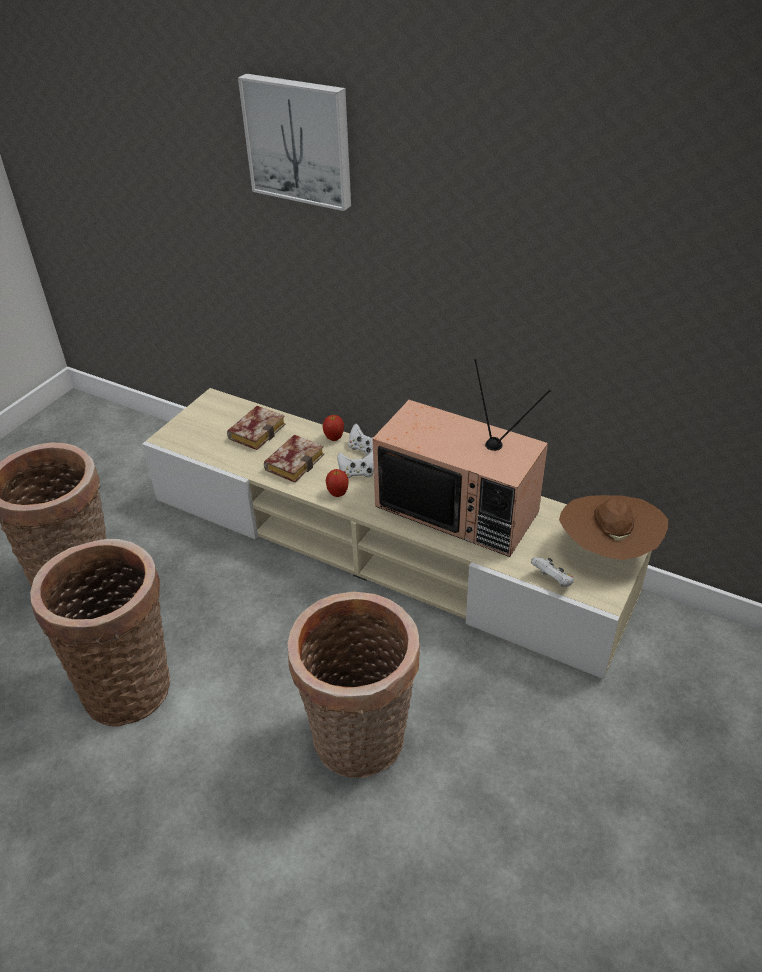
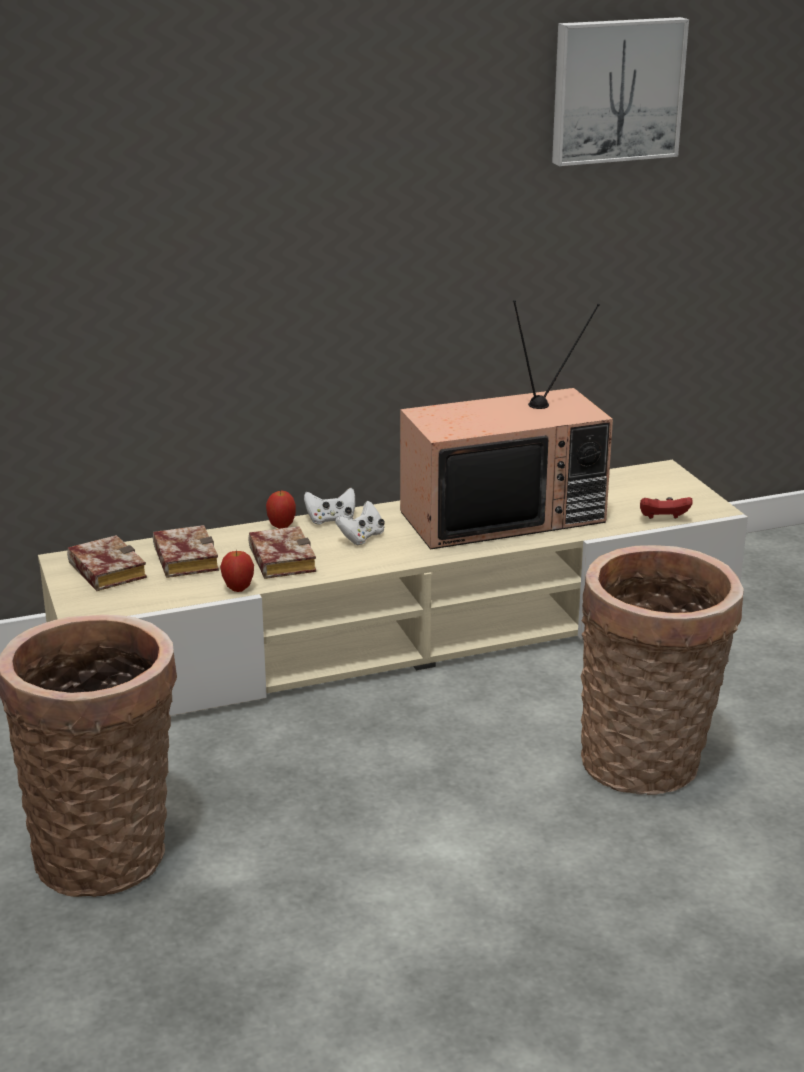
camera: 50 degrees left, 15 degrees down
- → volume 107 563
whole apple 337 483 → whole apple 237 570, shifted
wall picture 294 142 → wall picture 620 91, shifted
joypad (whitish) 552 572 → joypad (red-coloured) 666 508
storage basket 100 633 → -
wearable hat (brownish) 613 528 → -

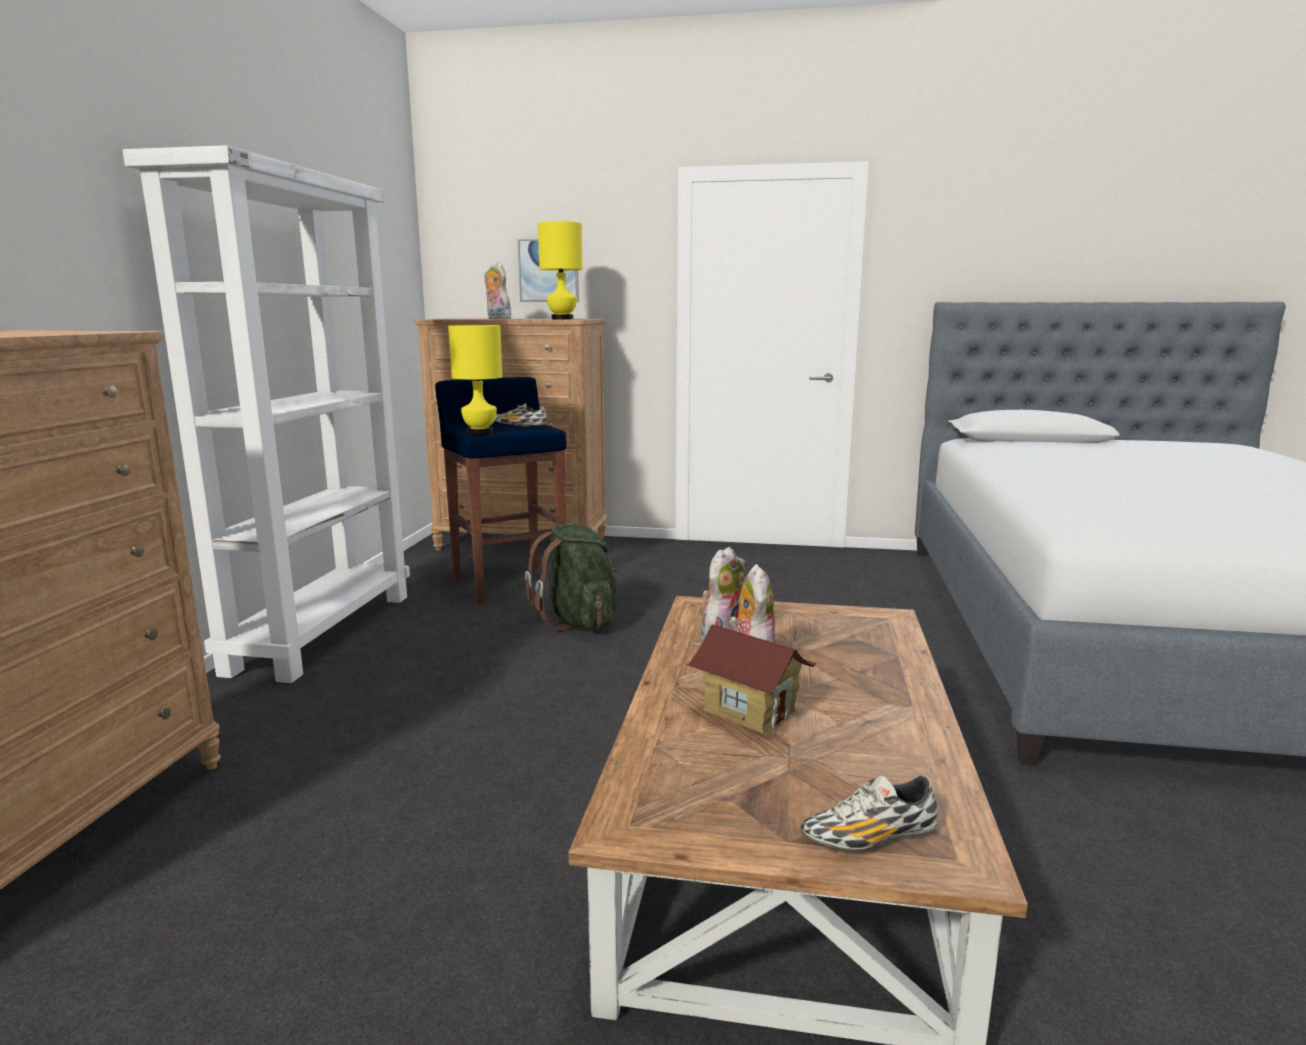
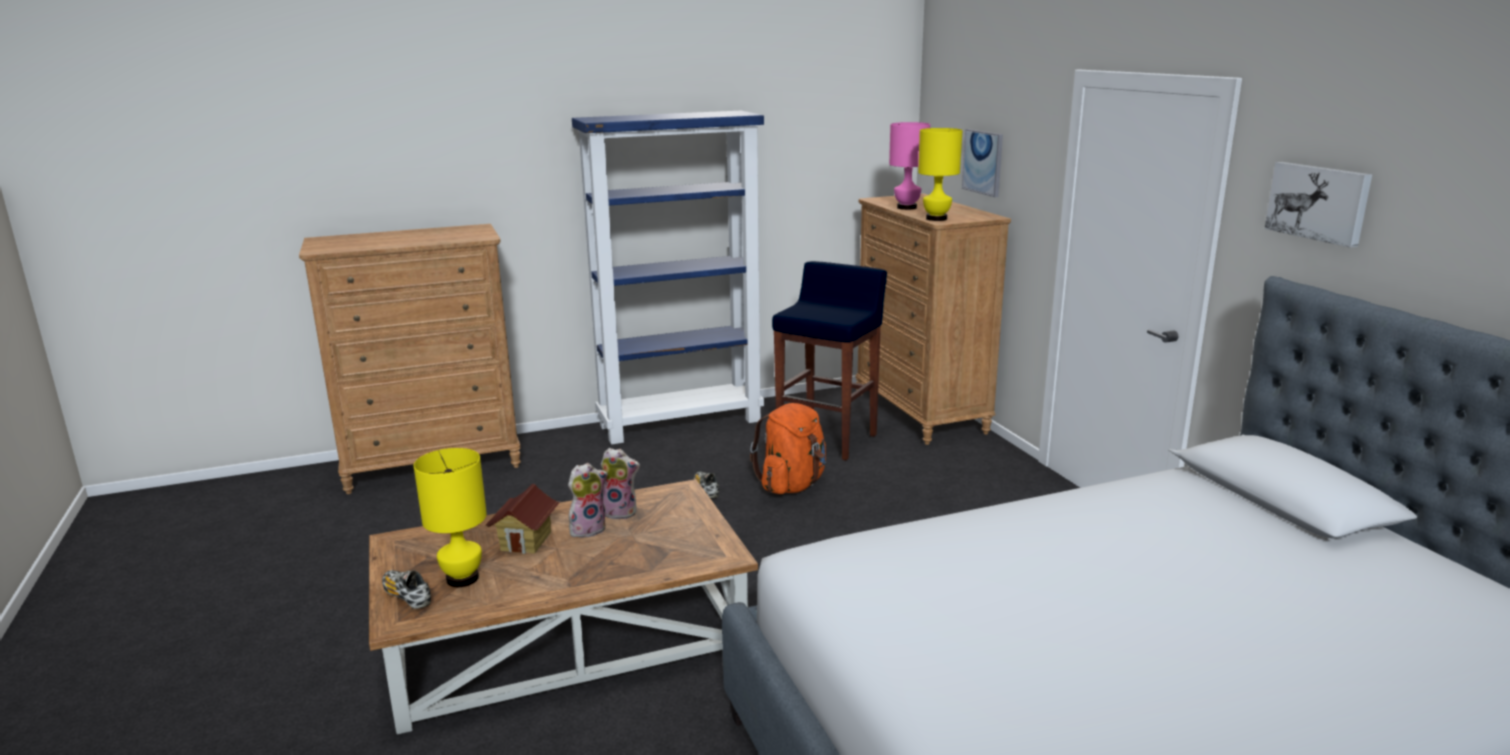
camera: 60 degrees right, 5 degrees up
tabletop lamp (yellow) 475 380 → tabletop lamp (yellow) 450 517, shifted
shelving unit (whitish) 266 414 → shelving unit (blue) 668 277
shoe 521 415 → shoe 706 484, shifted
backpack (green) 572 577 → backpack (orange) 788 448
cuddly toy 498 290 → tabletop lamp (pink-coloured) 909 166
- → wall picture 1318 205

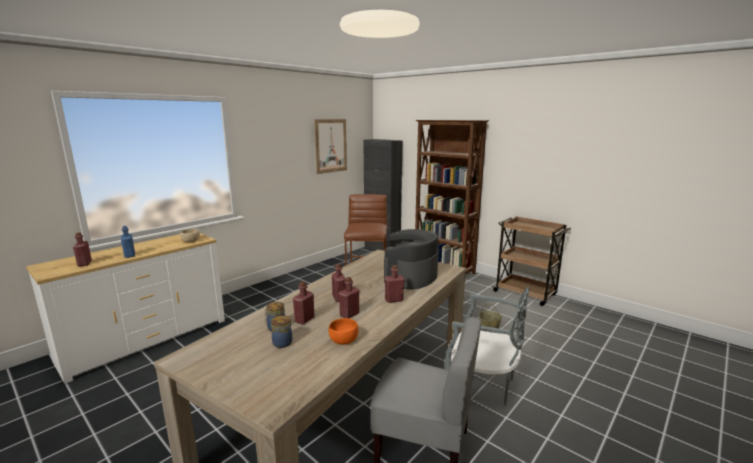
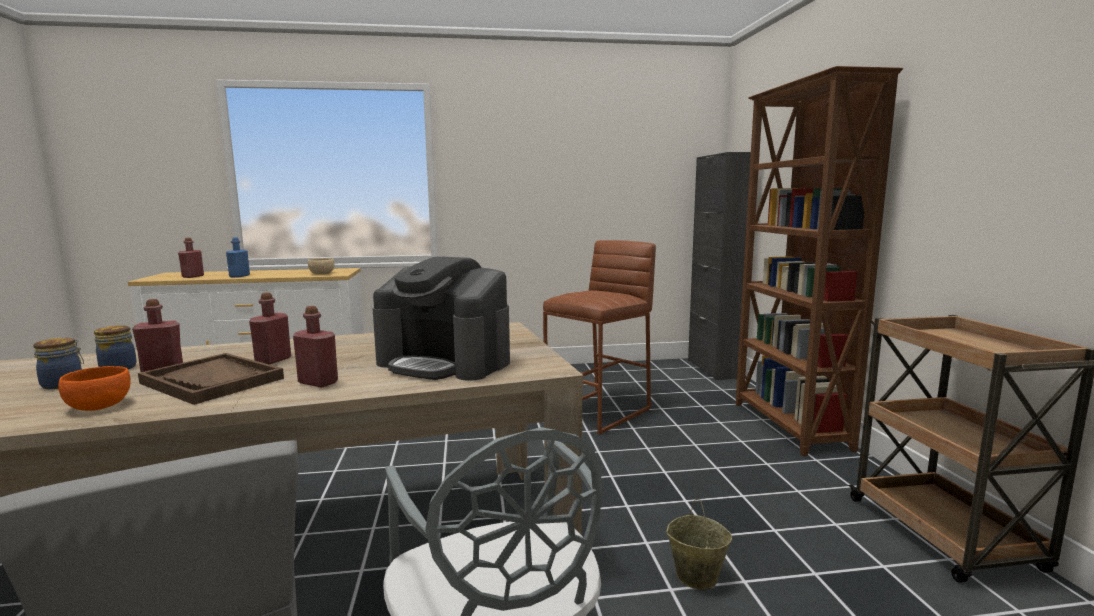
camera: 40 degrees right, 5 degrees down
beverage bottle (red-coloured) 349 297 → serving tray (brownish) 211 379
coffee brewer 411 259 → coffee brewer 441 319, 135 degrees counterclockwise
wall picture 330 146 → -

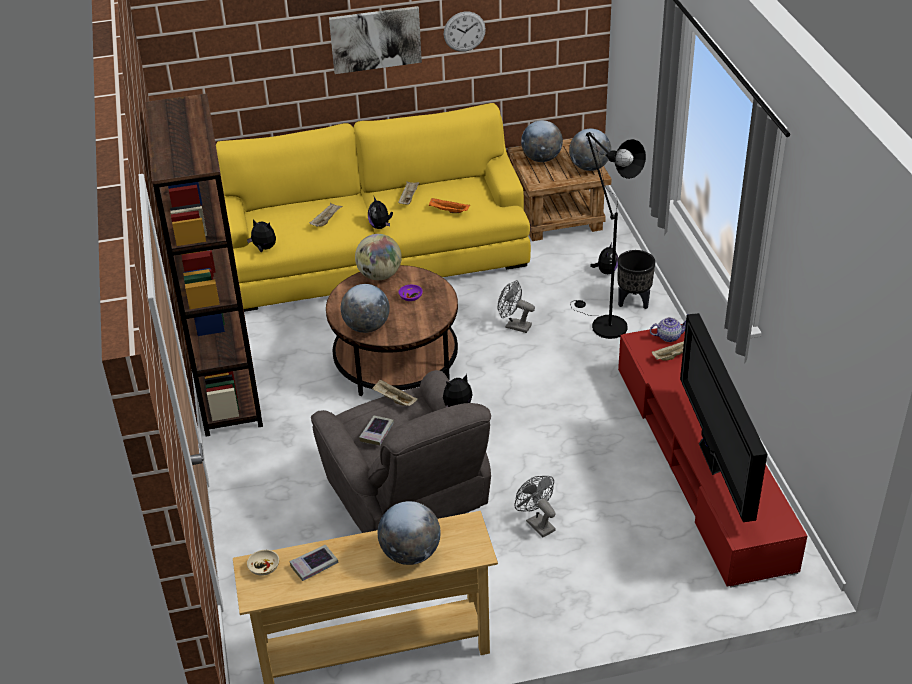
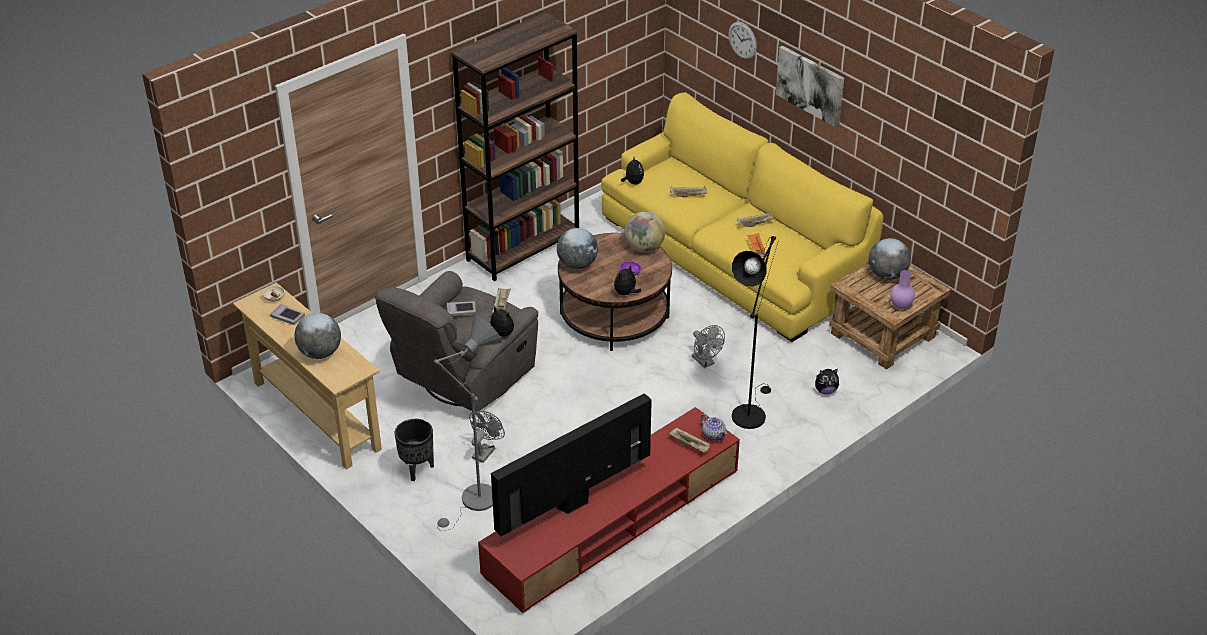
camera: 60 degrees right, 0 degrees up
planter (blackish) 636 279 → planter (blackish) 414 450, shifted
- → standard lamp (greyish) 468 423
cuddly toy 380 213 → cuddly toy 627 280, shifted
electric fan (greyish) 516 306 → electric fan (greyish) 708 346, 150 degrees clockwise
clock on the wall 465 32 → clock on the wall 742 40, shifted
desk globe 590 150 → decorative vase (purple-coloured) 902 290

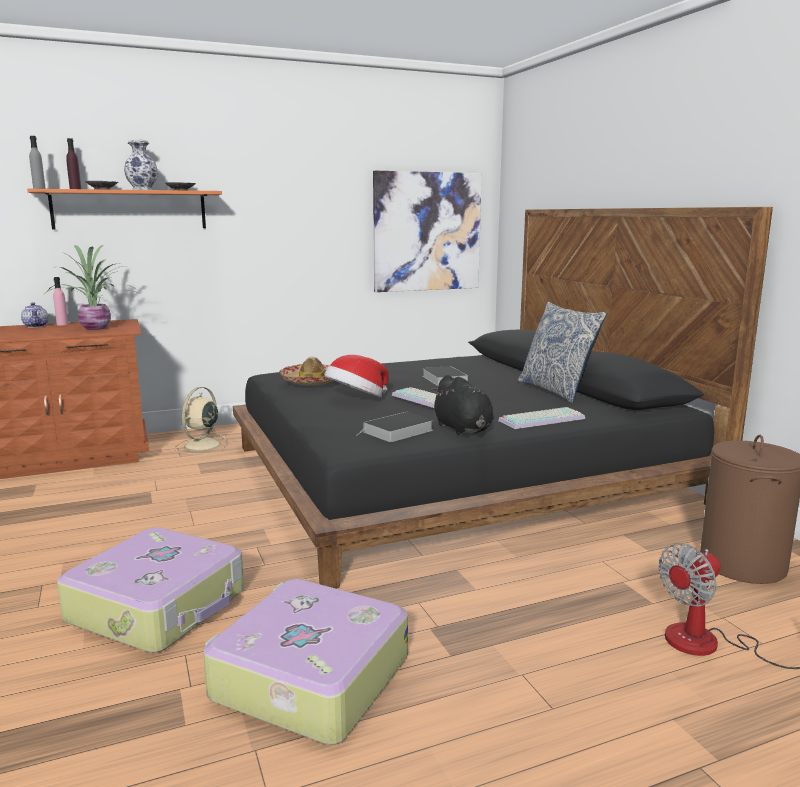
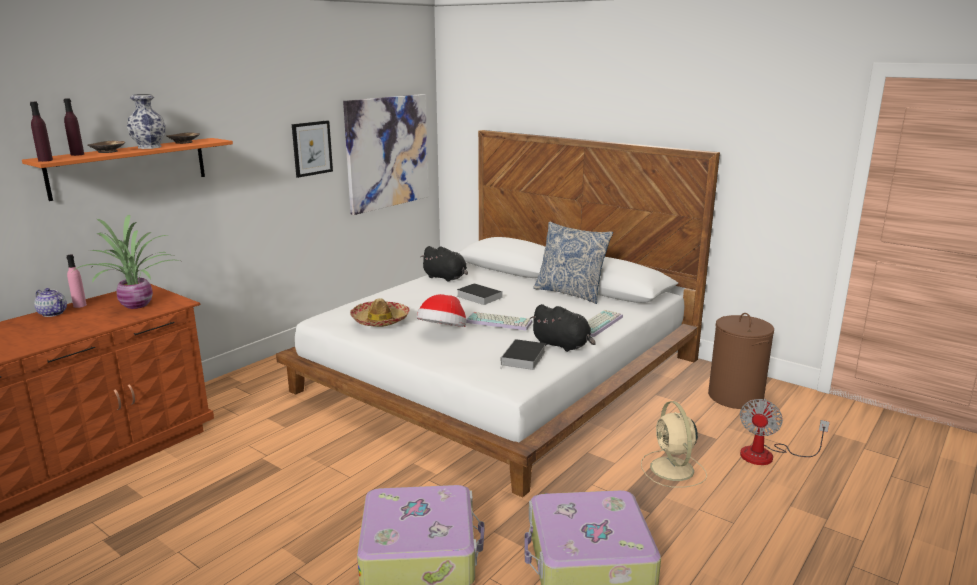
camera: 30 degrees left, 5 degrees up
beverage bottle (greyish) 37 162 → beverage bottle (purple-coloured) 41 132
sleeping bed (blackish) 503 398 → sleeping bed (whitish) 498 313
- → wall picture 312 149
- → cuddly toy (blackish) 444 264
electric fan (beige) 201 420 → electric fan (beige) 674 444, shifted

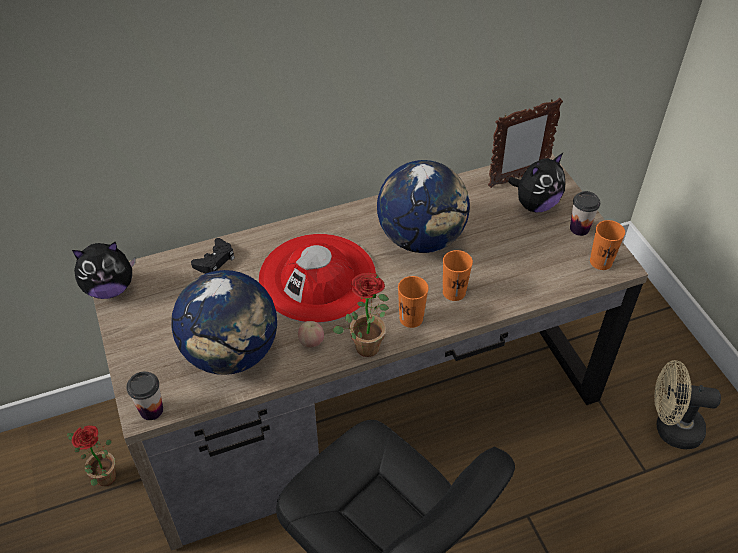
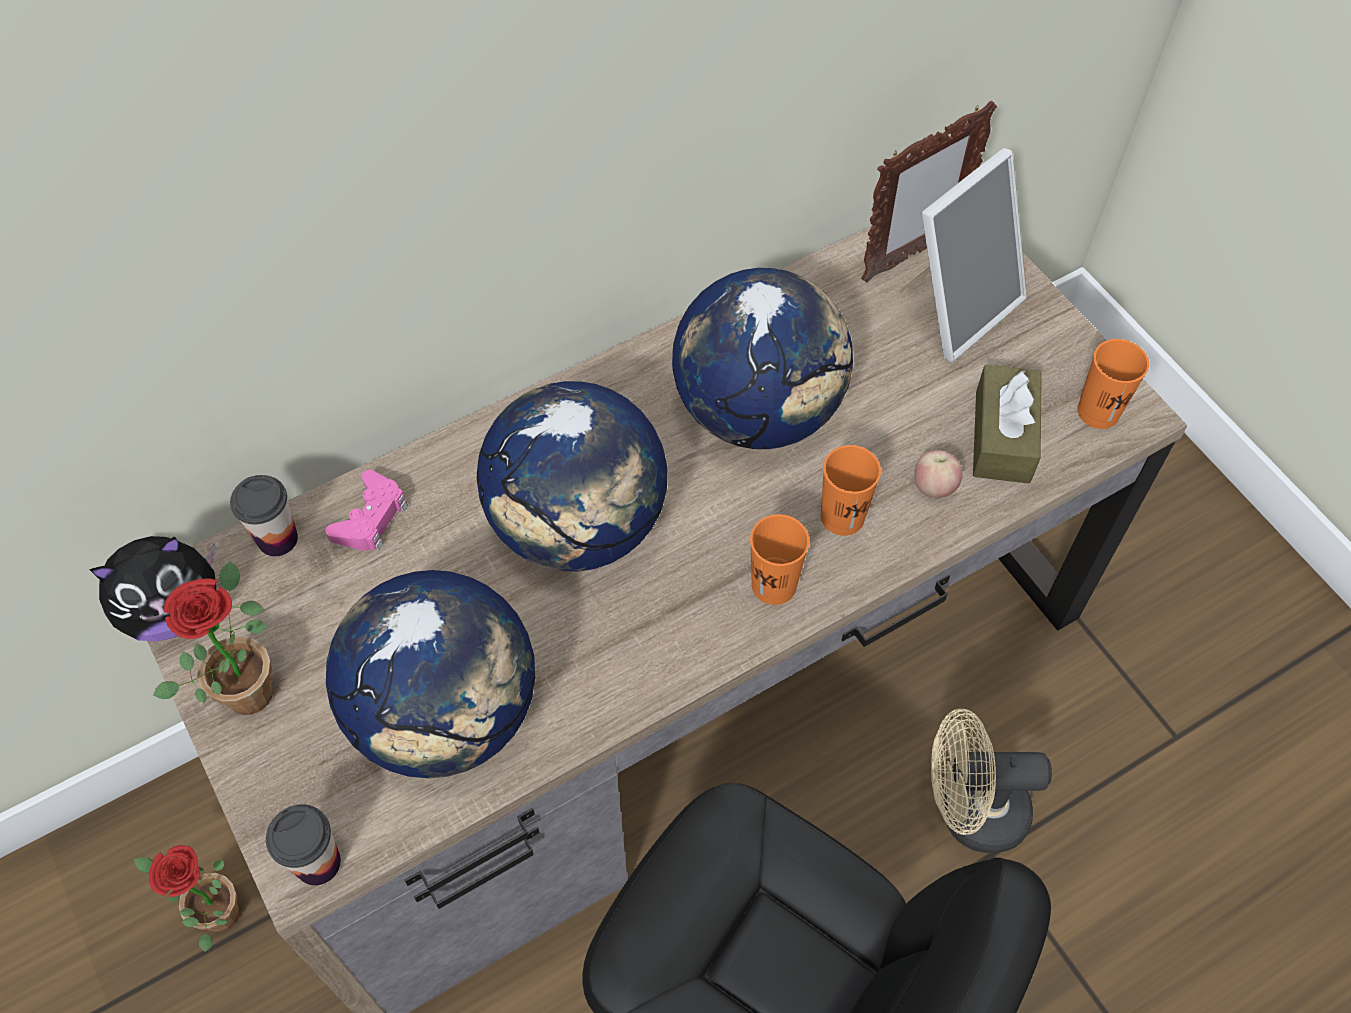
camera: 10 degrees left, 10 degrees up
potted plant 360 315 → potted plant 213 638, shifted
cup 585 213 → cup 264 515, shifted
joypad (blackish) 213 256 → joypad (pink-coloured) 367 510
wearable hat (red-coloured) 317 278 → desk globe 572 476
cuddly toy 536 182 → photo frame 962 255
whole apple 311 334 → whole apple 938 474, shifted
electric fan (beige) 687 404 → electric fan (beige) 991 780, shifted
- → tissue box (brownish) 1007 424

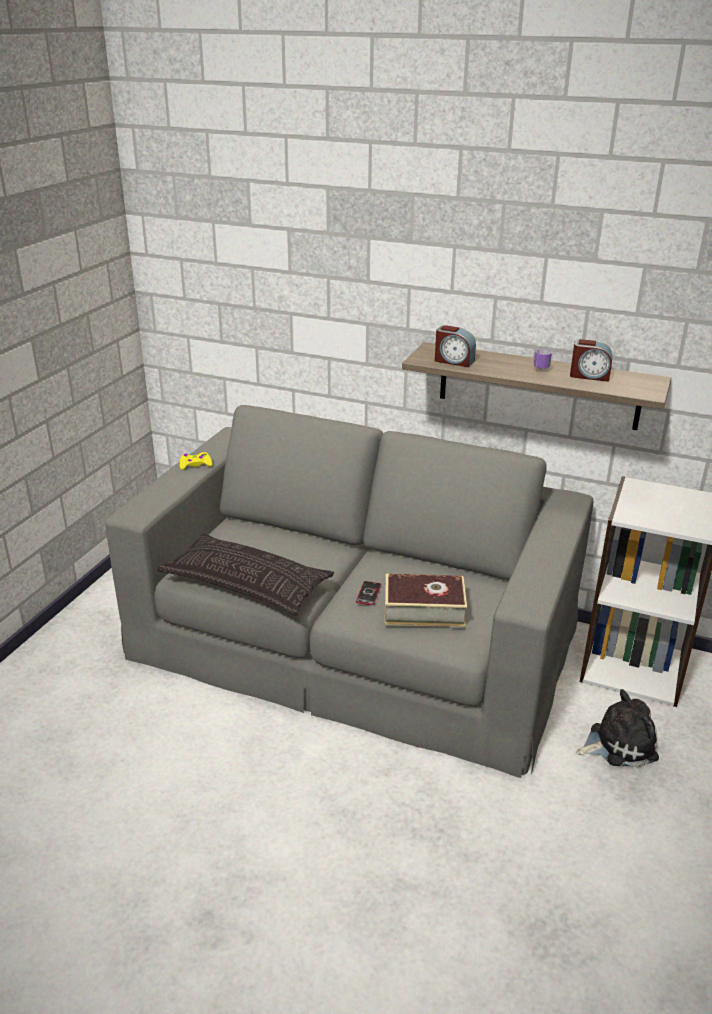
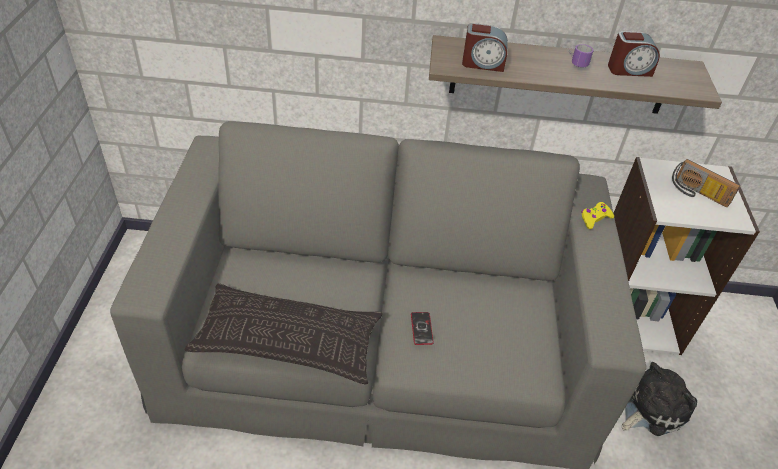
camera: 20 degrees left, 15 degrees up
joypad (yellow) 196 461 → joypad (yellow) 597 215, shifted
- → radio receiver 706 183
volume 426 600 → -

